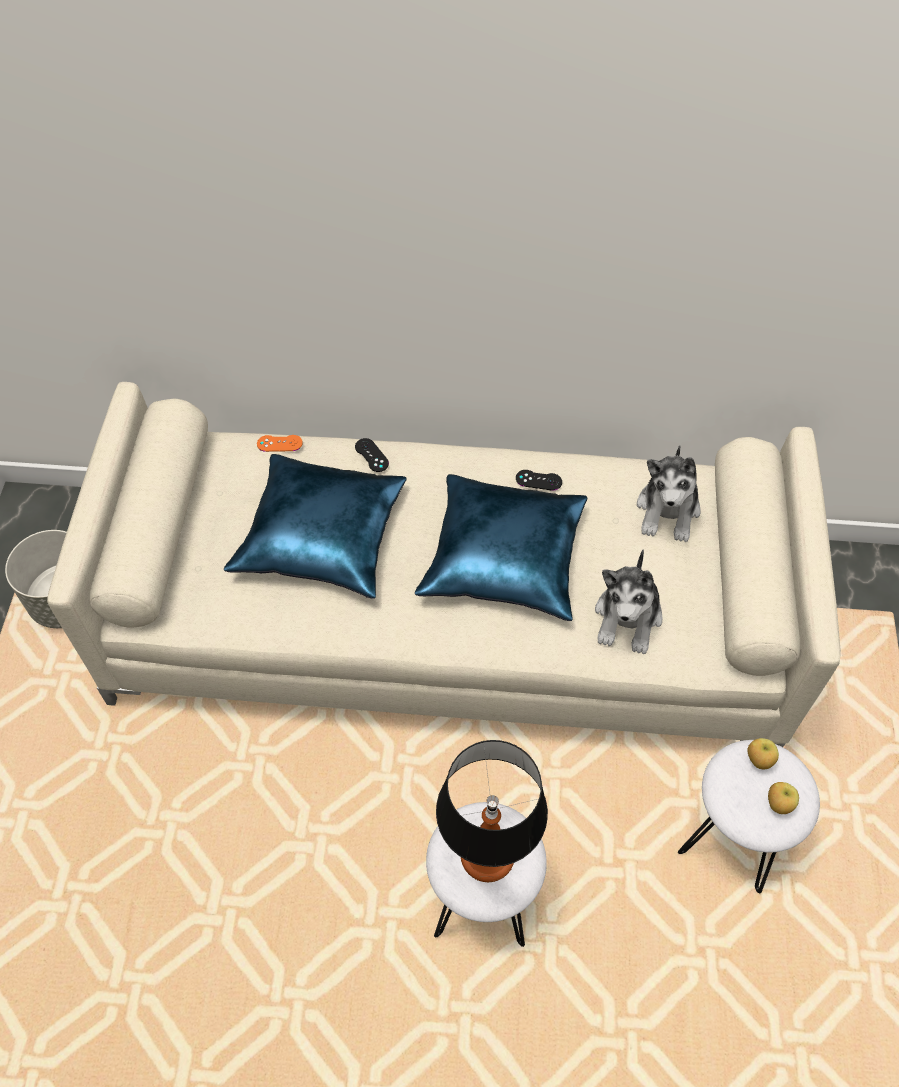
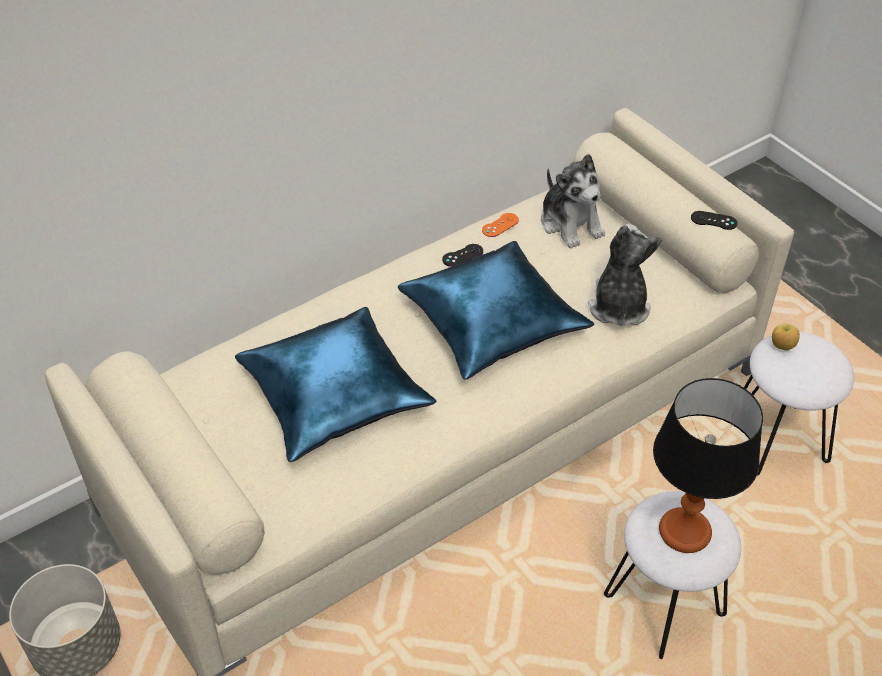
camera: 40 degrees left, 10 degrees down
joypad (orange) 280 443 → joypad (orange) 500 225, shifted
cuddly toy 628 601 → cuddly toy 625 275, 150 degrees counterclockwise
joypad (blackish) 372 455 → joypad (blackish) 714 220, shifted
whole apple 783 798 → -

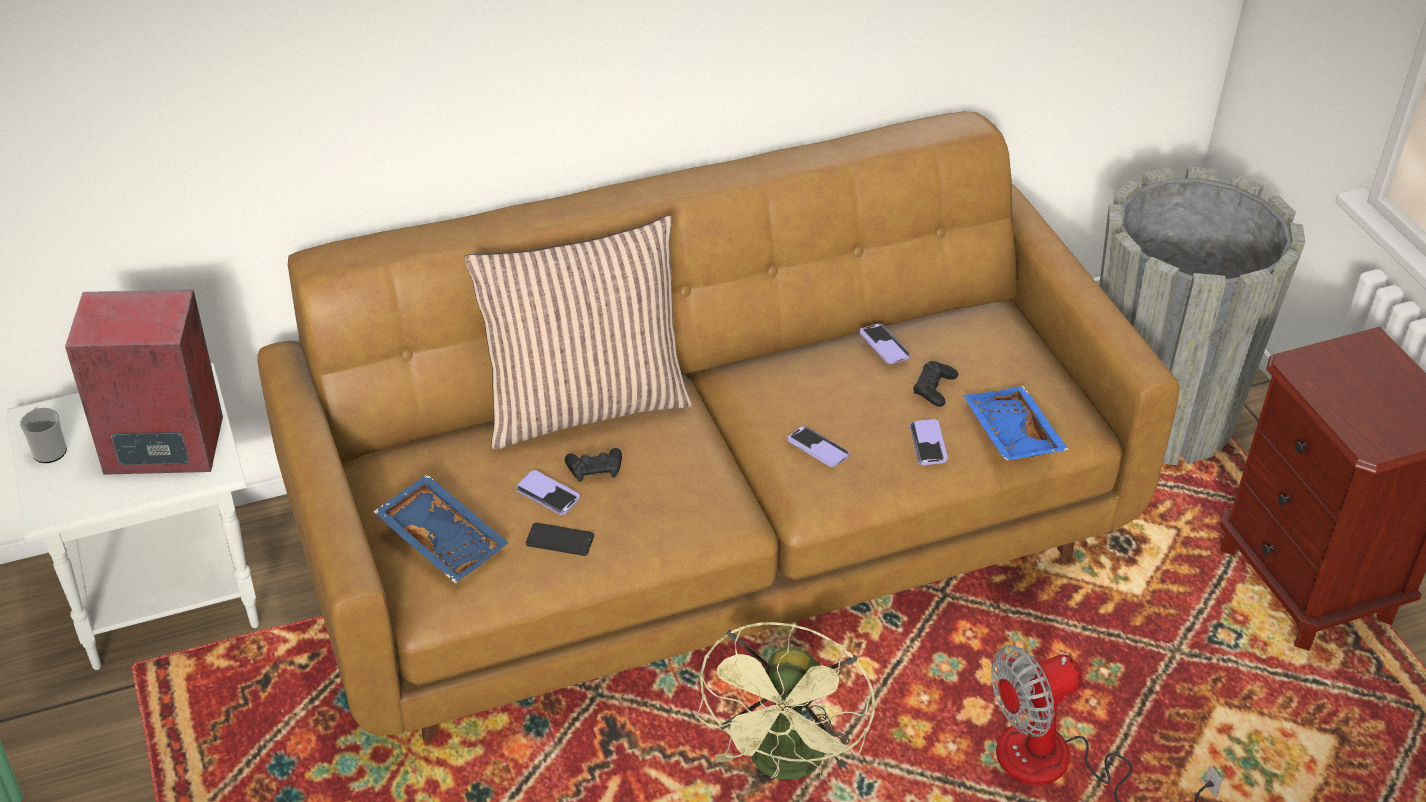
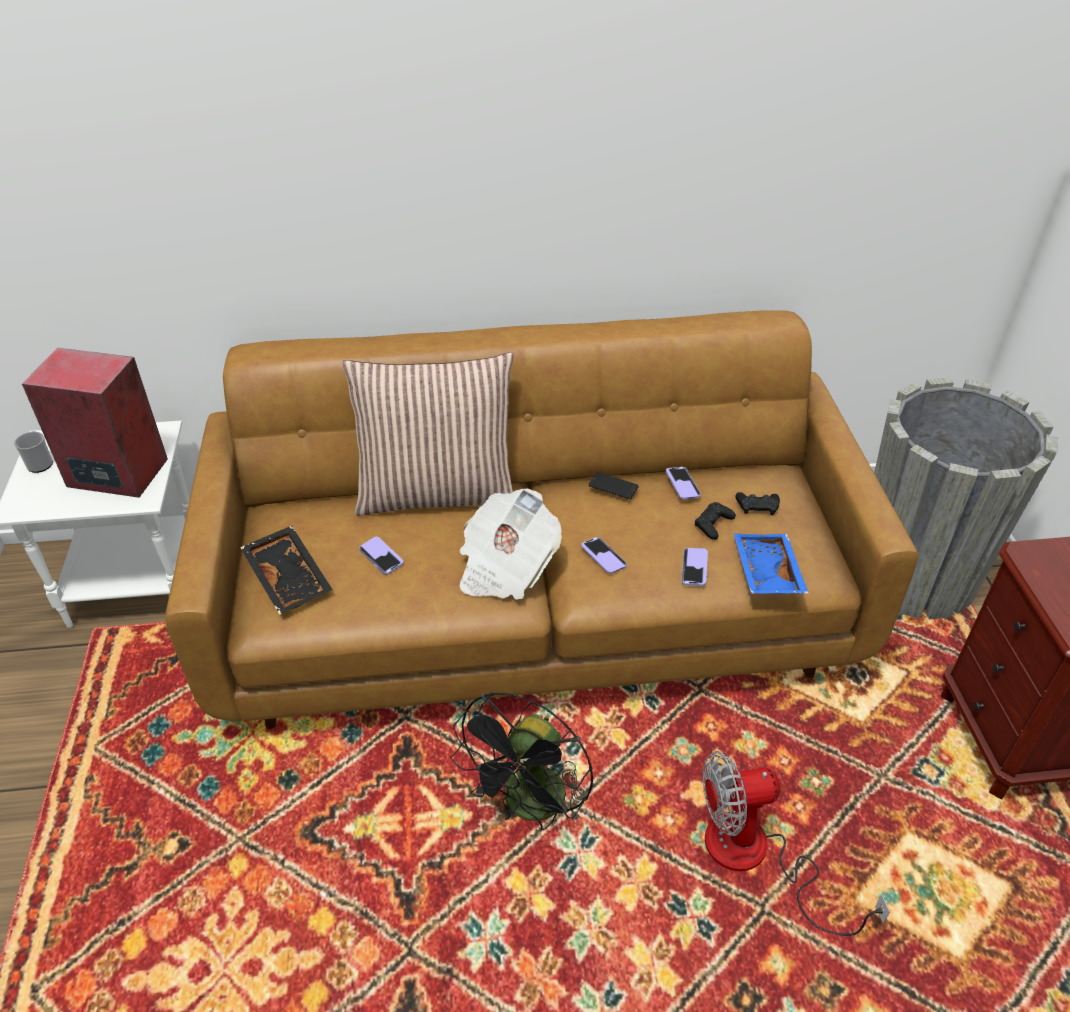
camera: 15 degrees right, 0 degrees up
serving tray (blue) 441 529 → serving tray (blackish) 286 570
electric fan (green) 785 701 → electric fan (blackish) 522 761
- → newspaper 511 544
telephone 559 539 → telephone 613 485, shifted
joypad (blackish) 593 465 → joypad (blackish) 757 503, shifted

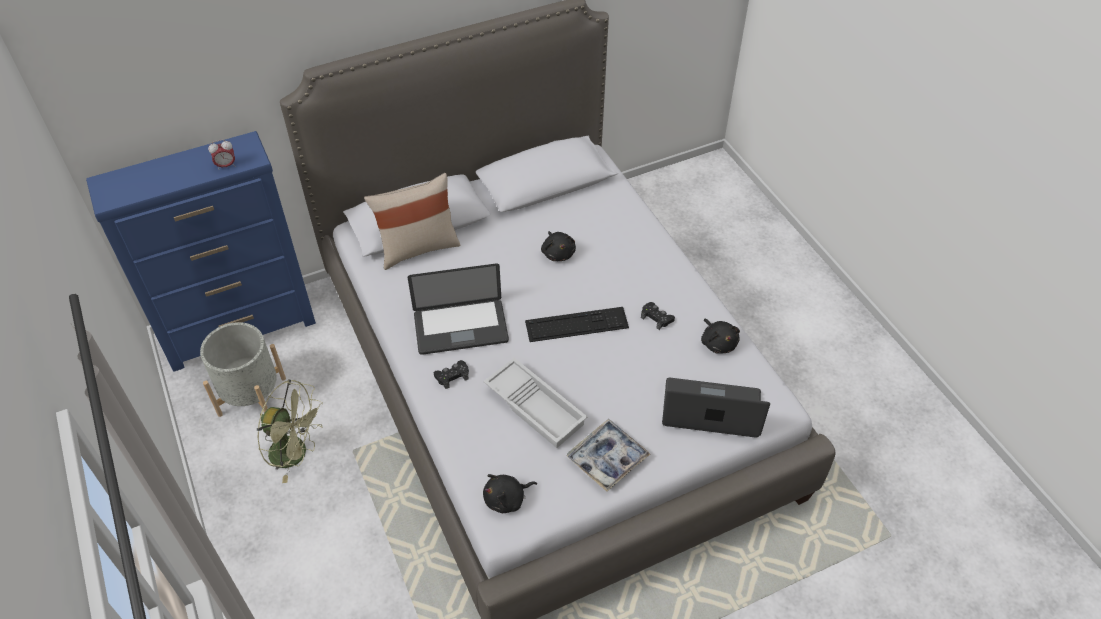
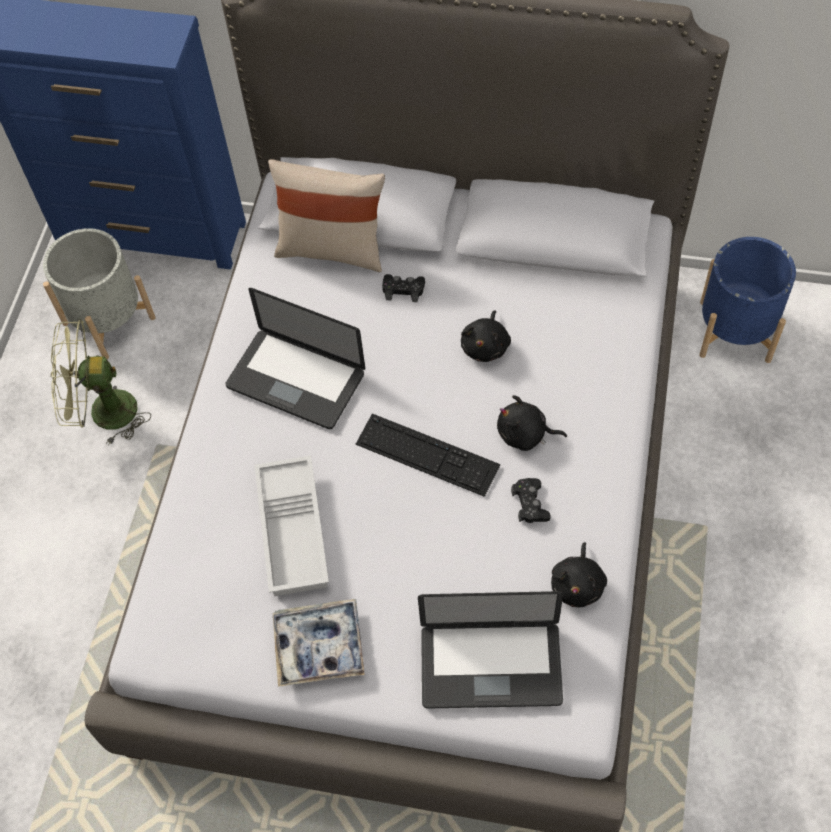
camera: 40 degrees right, 10 degrees up
electric fan (green) 290 431 → electric fan (green) 101 382, 120 degrees clockwise
joypad (blackish) 451 374 → joypad (blackish) 403 288, shifted
notebook computer 716 408 → notebook computer 490 650, 135 degrees clockwise
cuddly toy (blackish) 510 493 → cuddly toy (blackish) 532 423, shifted
- → planter (blue) 748 300
bedside clock 221 155 → -

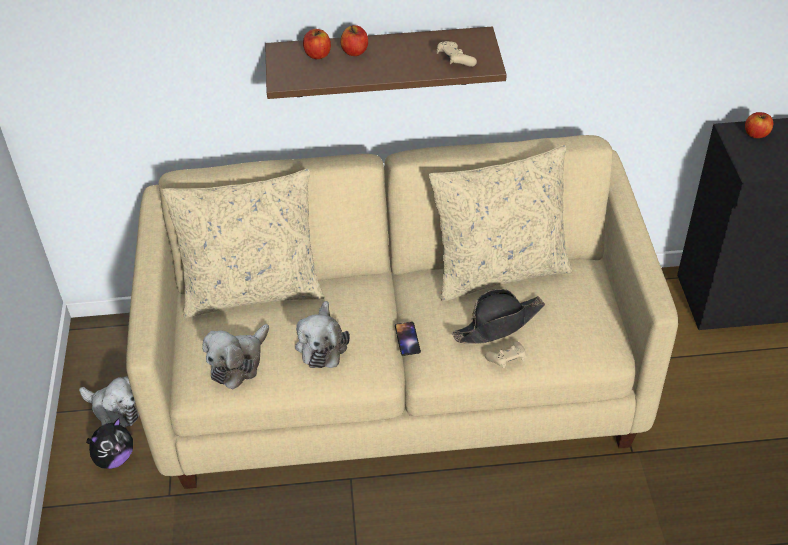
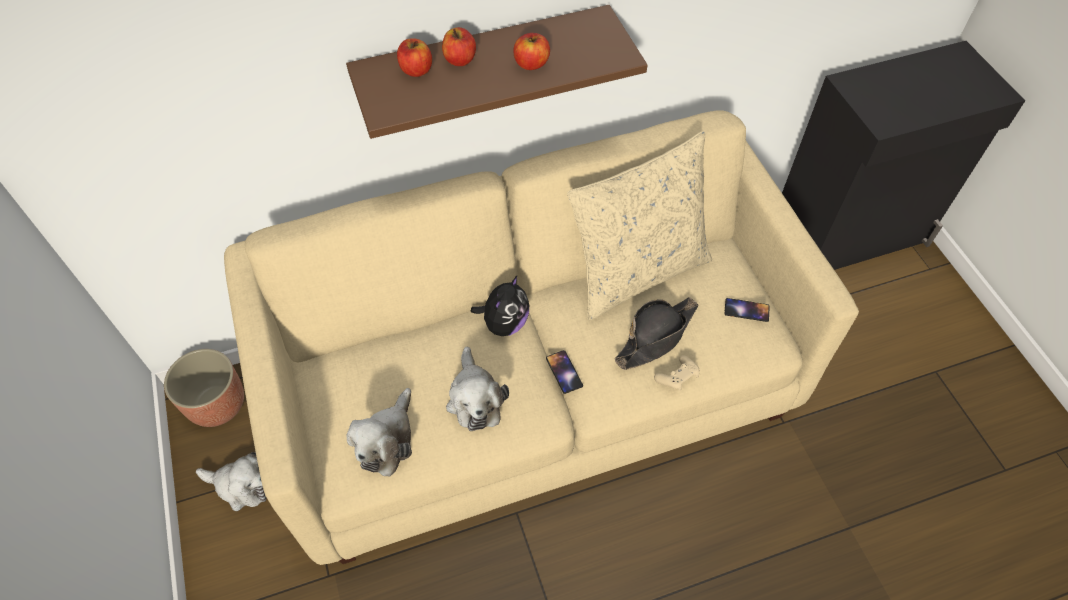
camera: 15 degrees left, 10 degrees up
- → planter 204 388
cuddly toy 109 443 → cuddly toy 500 305, shifted
whole apple 759 125 → whole apple 531 51, shifted
- → telephone 747 310
throw pillow (beige) 243 243 → -
joypad (beige) 457 54 → -

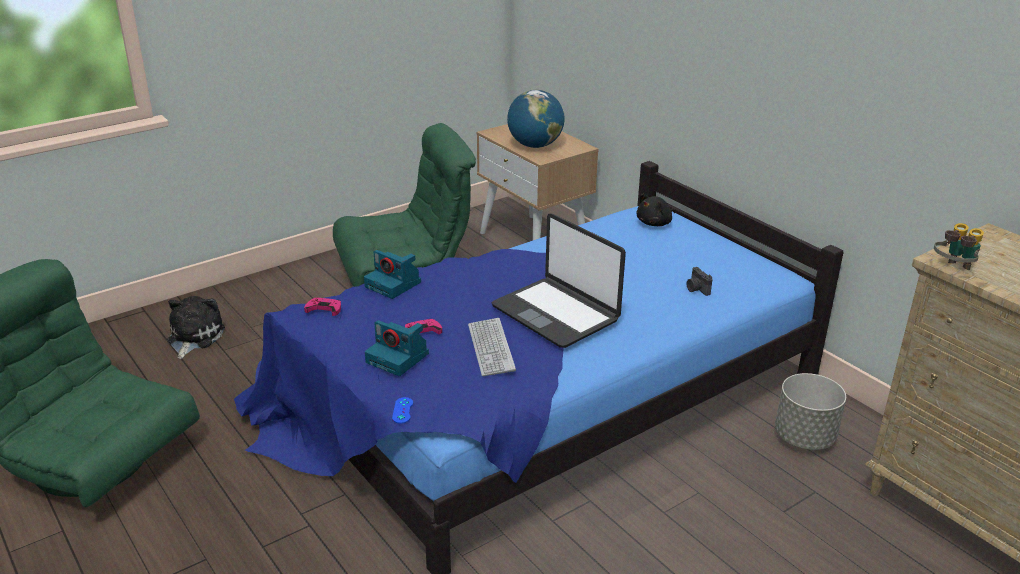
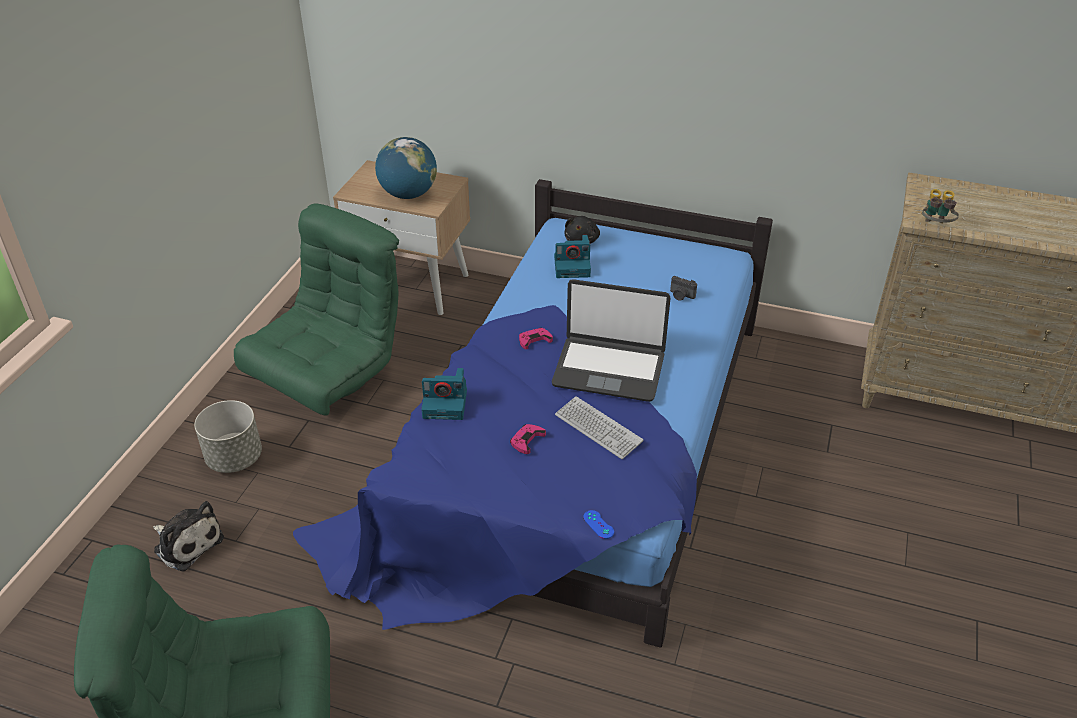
camera: 35 degrees left, 10 degrees up
cuddly toy 196 327 → cuddly toy 188 536, 150 degrees clockwise
planter (greyish) 810 411 → planter (greyish) 228 436, shifted
joypad (pink-coloured) 322 306 → joypad (pink-coloured) 536 338, shifted
still camera 397 348 → still camera 572 256, shifted

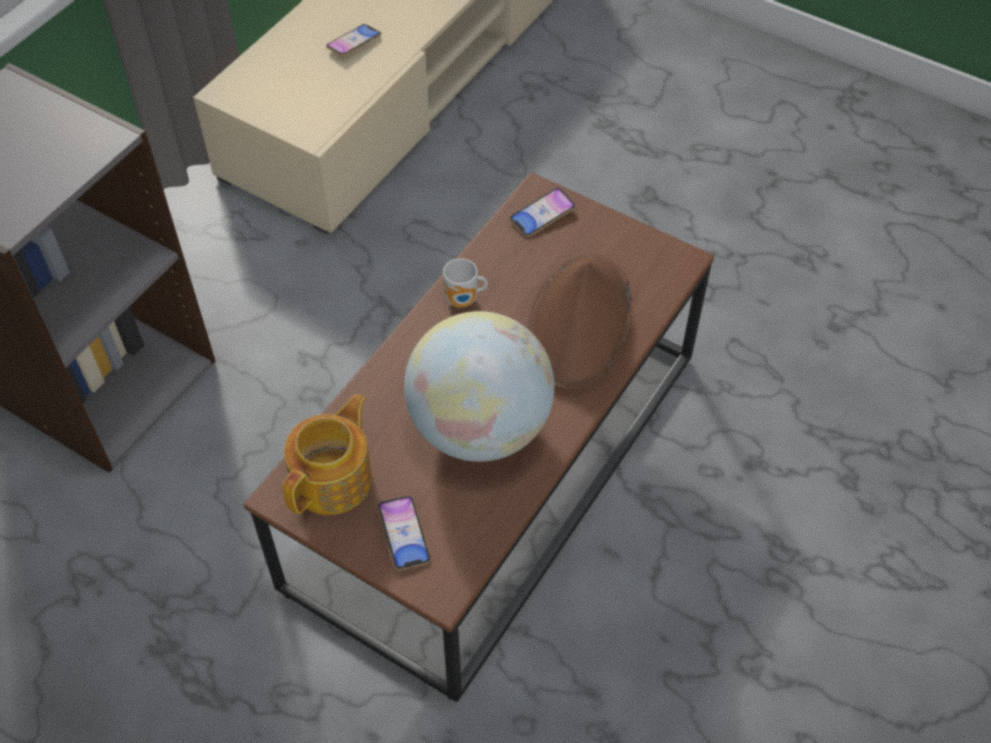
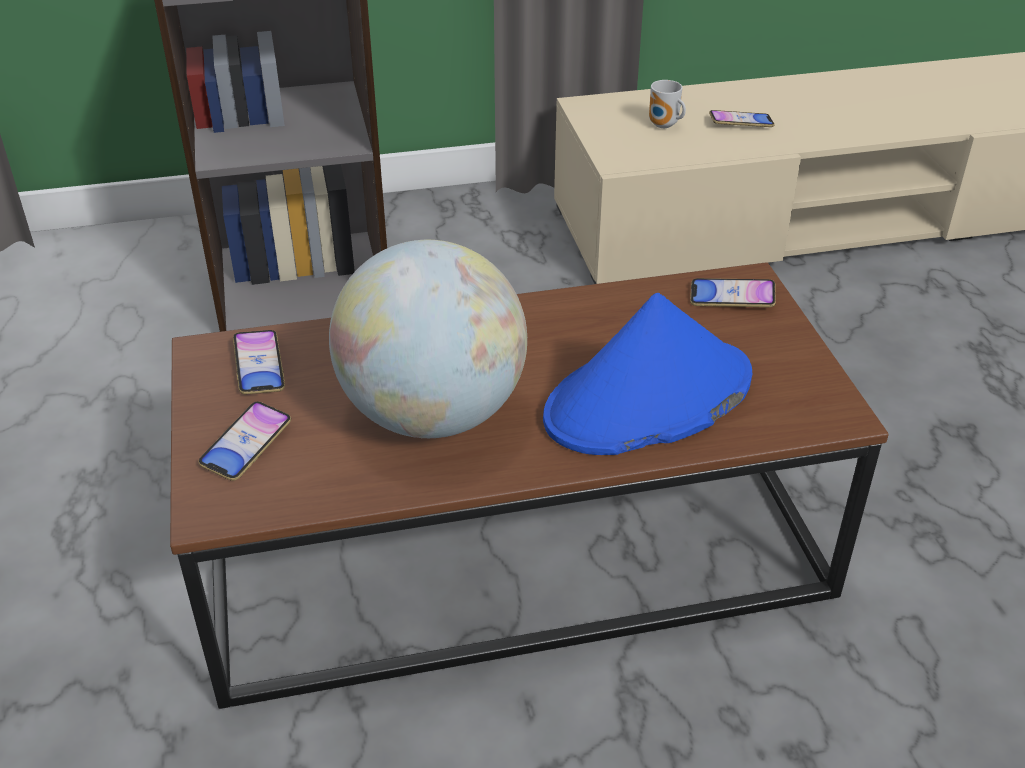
camera: 45 degrees right, 15 degrees down
tea pot 327 454 → telephone 259 362
wearable hat (brownish) 580 323 → wearable hat (blue) 647 374
mug 465 283 → mug 667 104, shifted

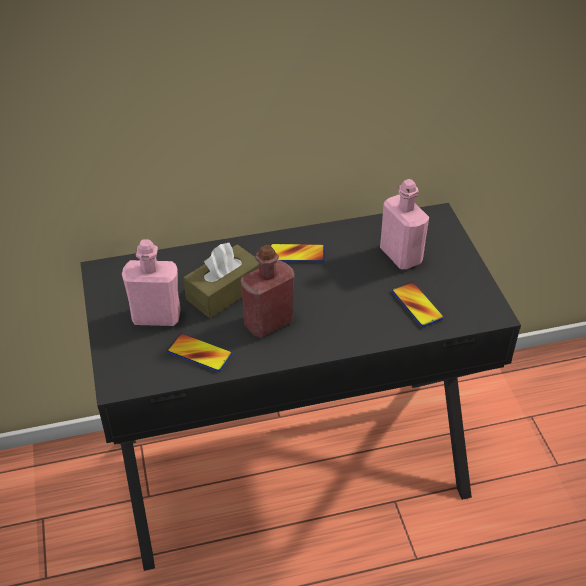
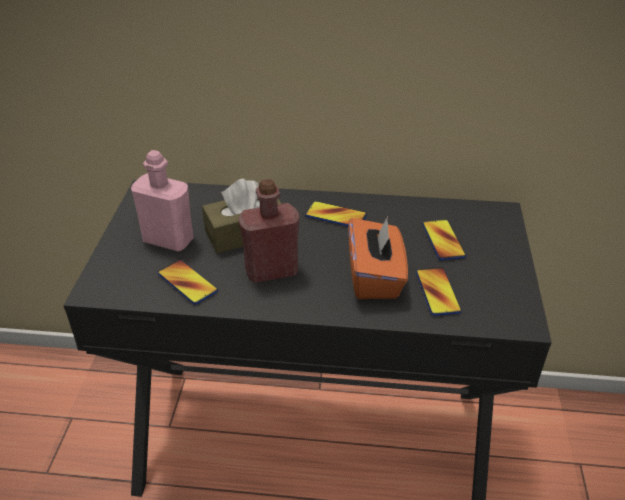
camera: 20 degrees right, 5 degrees down
- → tissue box (orange) 378 257
beverage bottle (pink-coloured) 404 224 → telephone 444 239

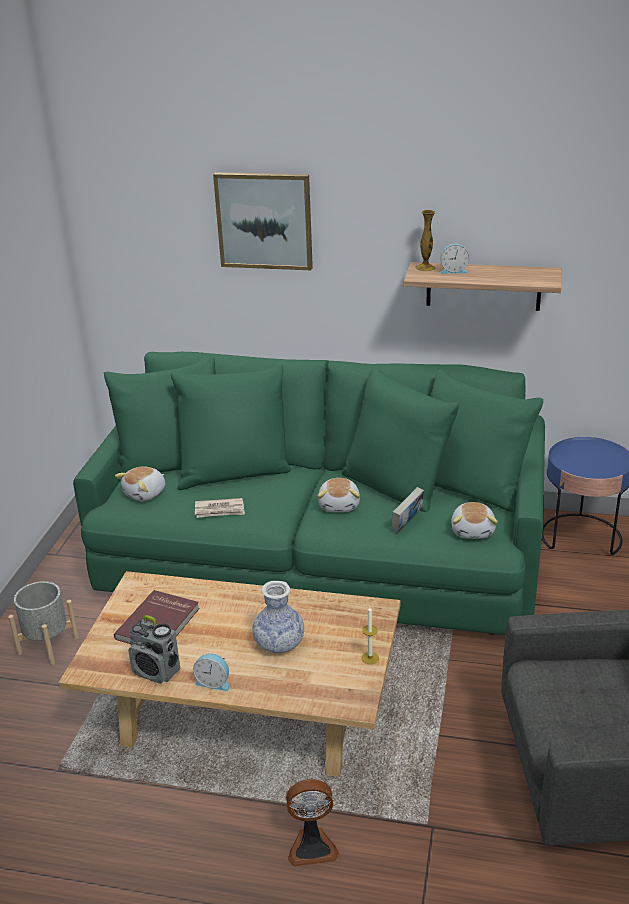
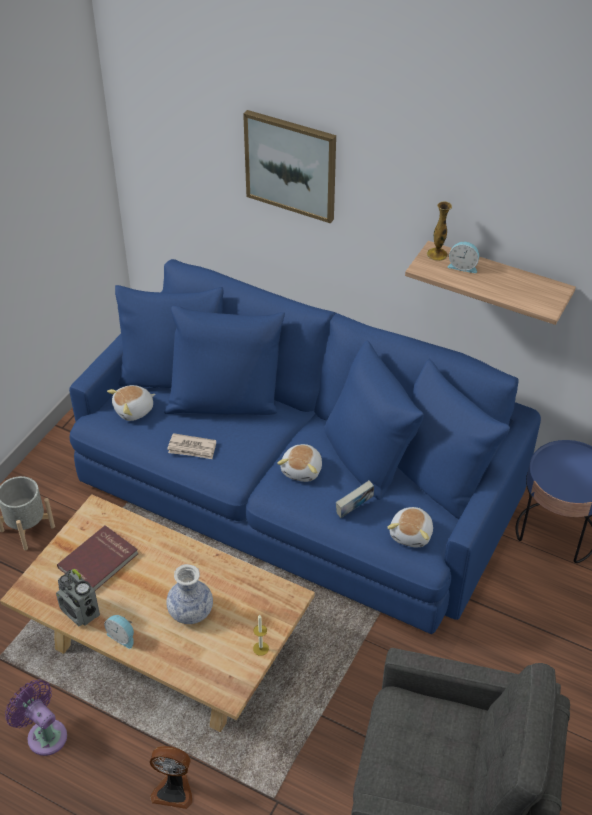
camera: 15 degrees right, 15 degrees up
- → electric fan (purple-coloured) 36 718
settee (green) 309 493 → settee (blue) 305 446

